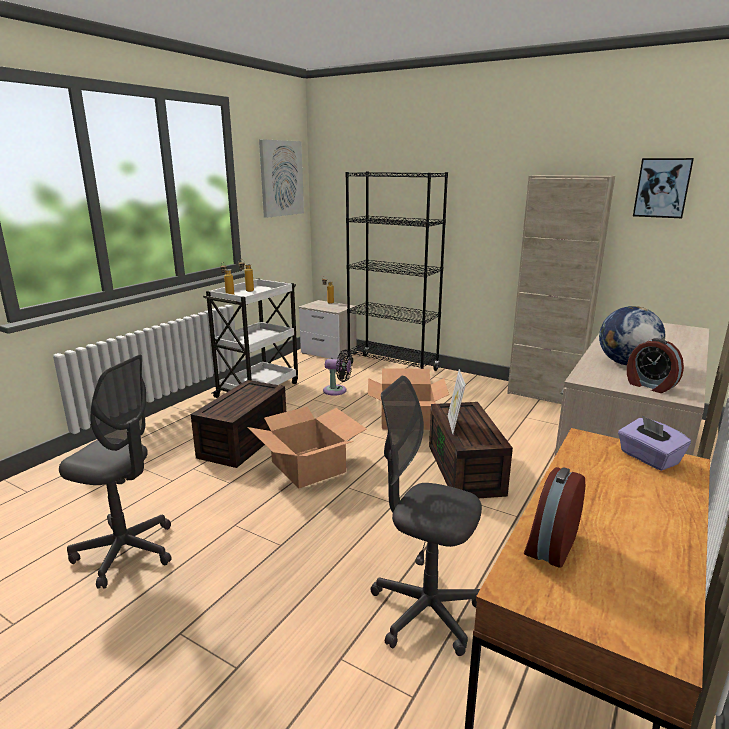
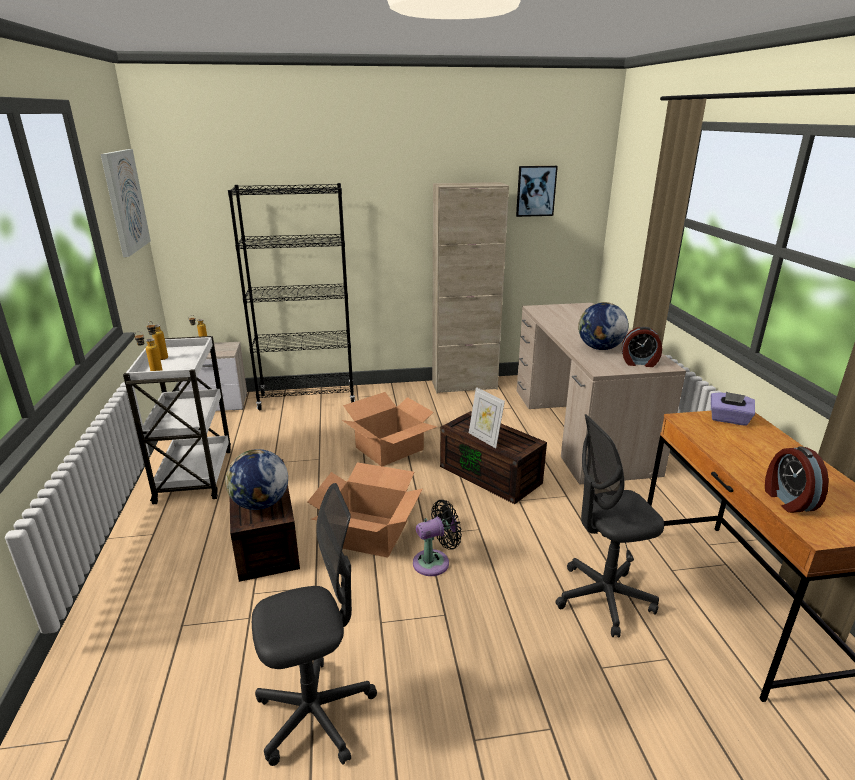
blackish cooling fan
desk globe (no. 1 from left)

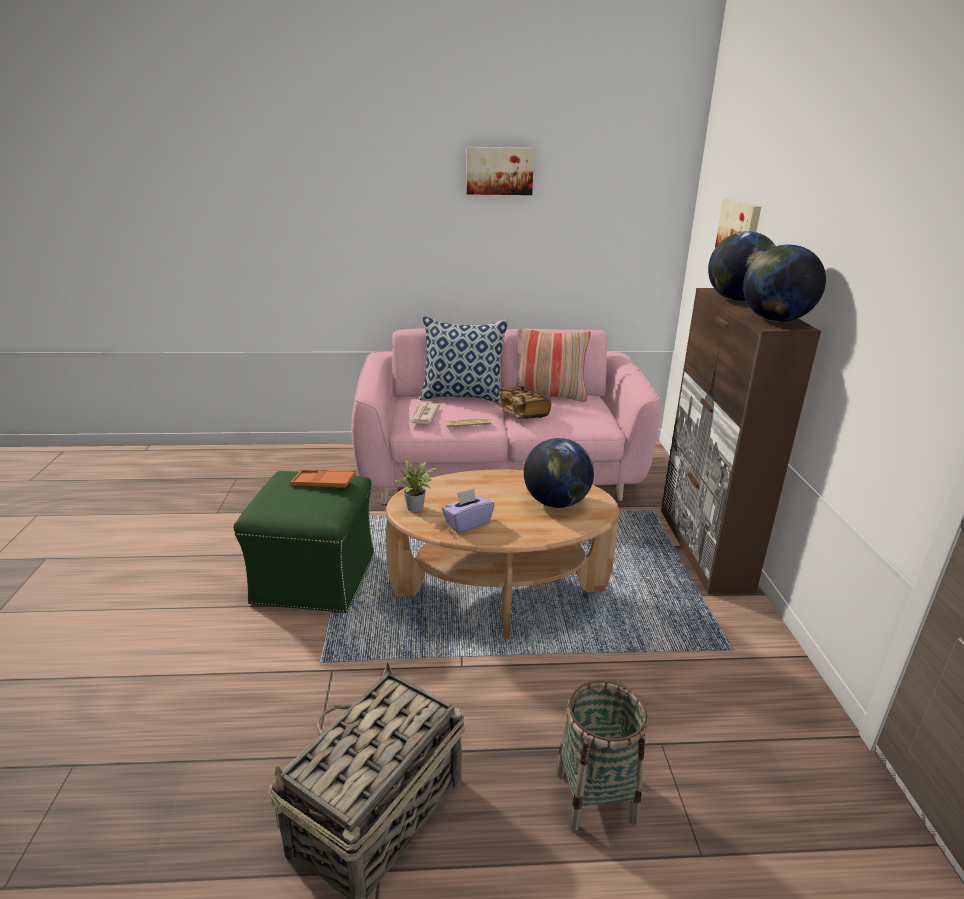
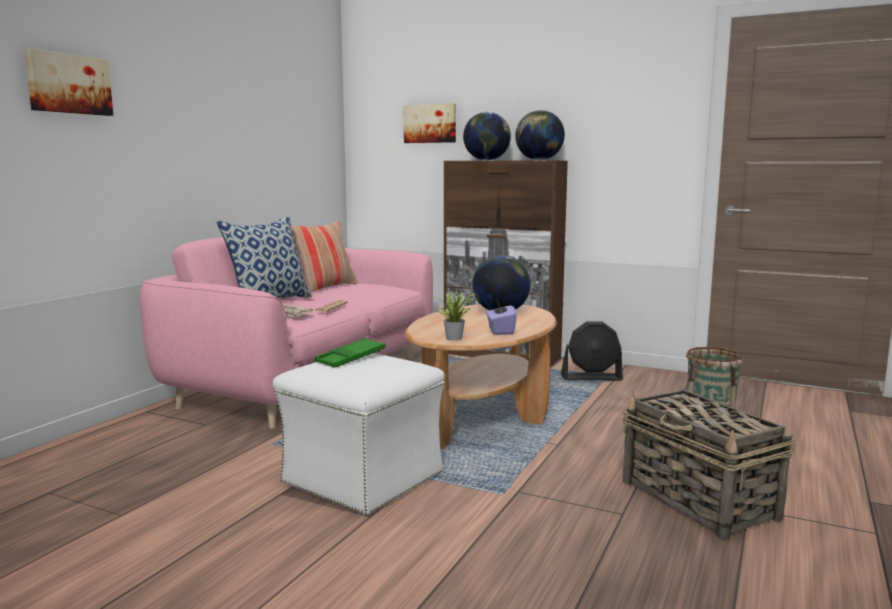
picture (no. 1 from left)
bound book
greenish carrying tray
whitish ottoman
blackish cooling fan

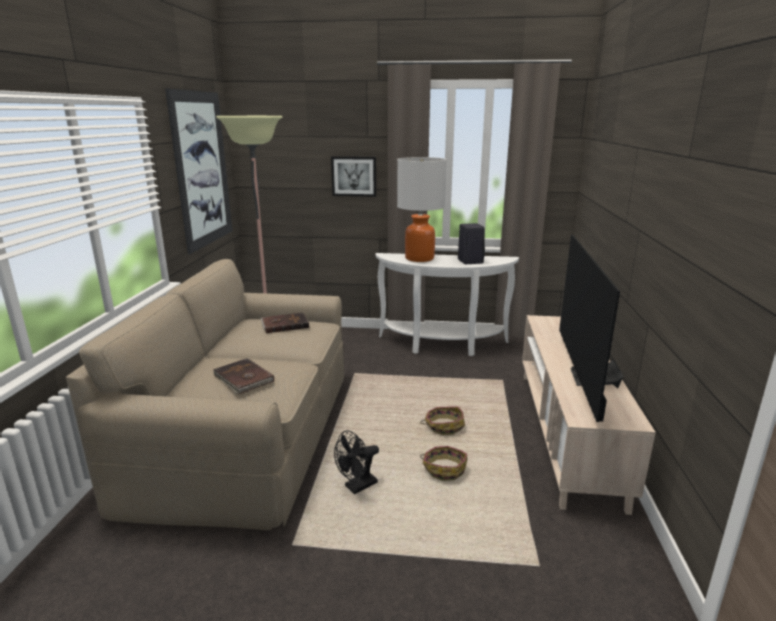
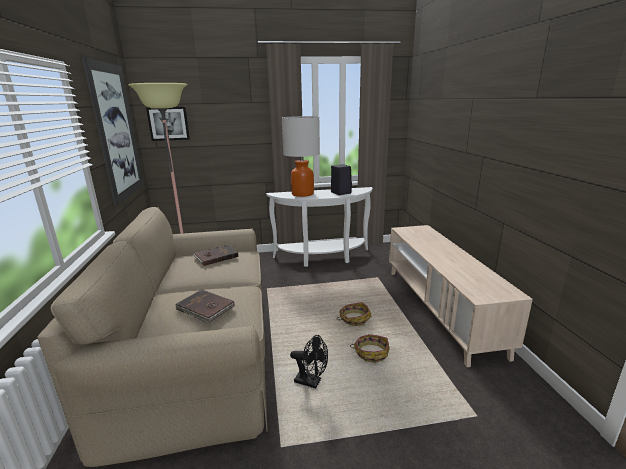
picture (no. 2 from left)
TV set
blackish cooling fan

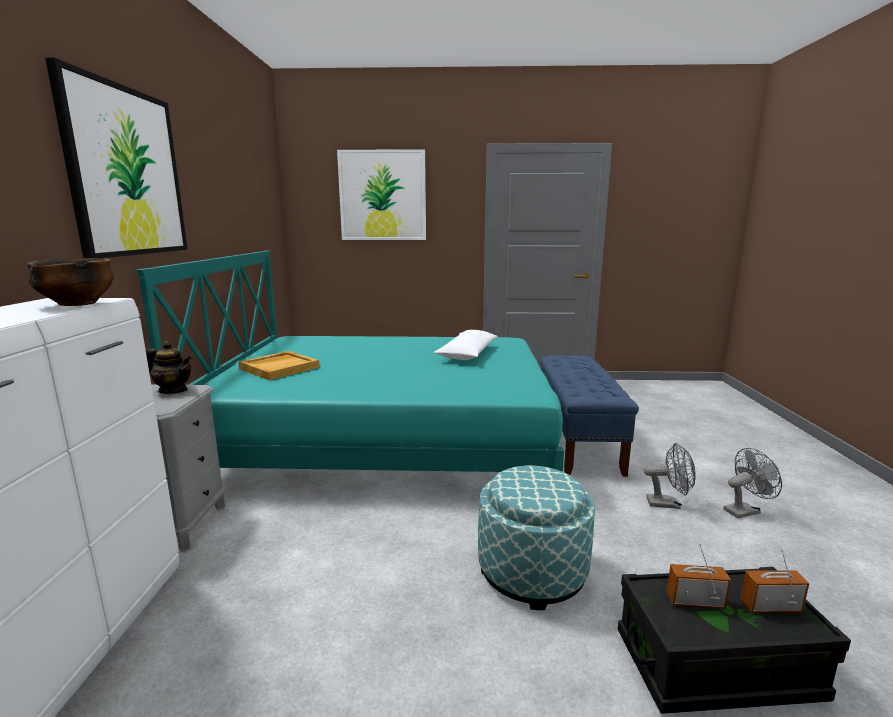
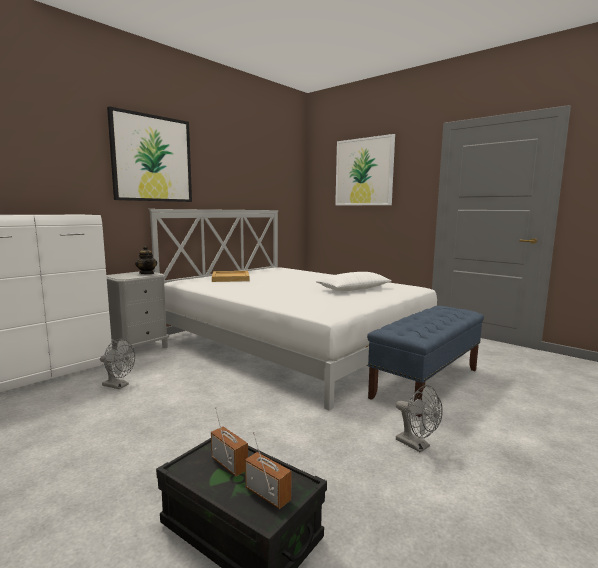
whitish sleeping bed
deep dish
gray cooling fan (no. 1 from left)
ottoman

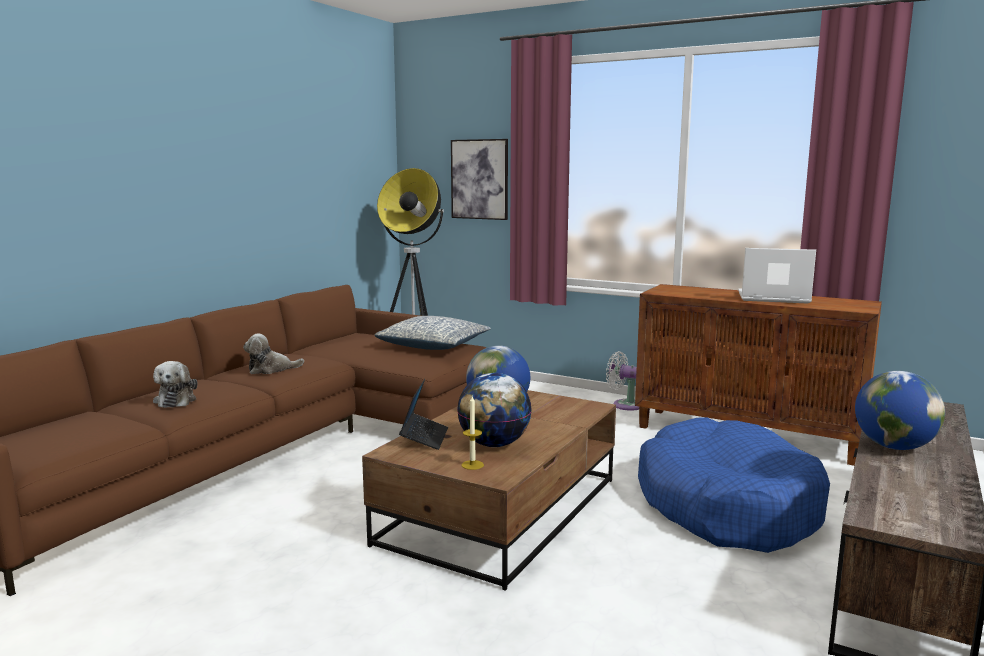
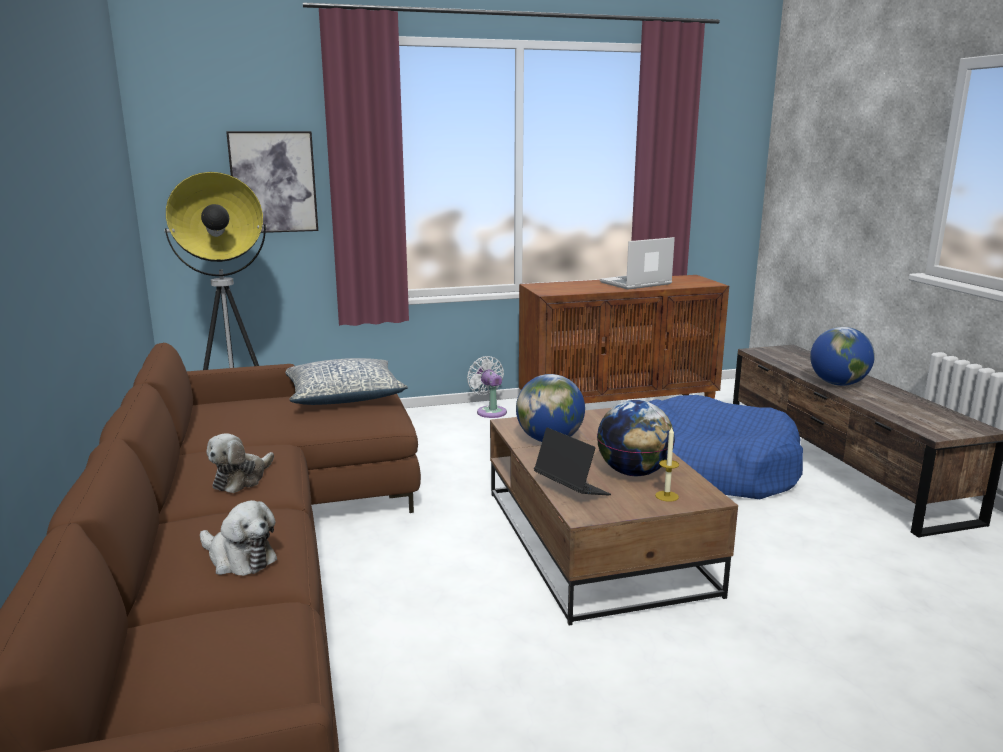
whitish cooling fan

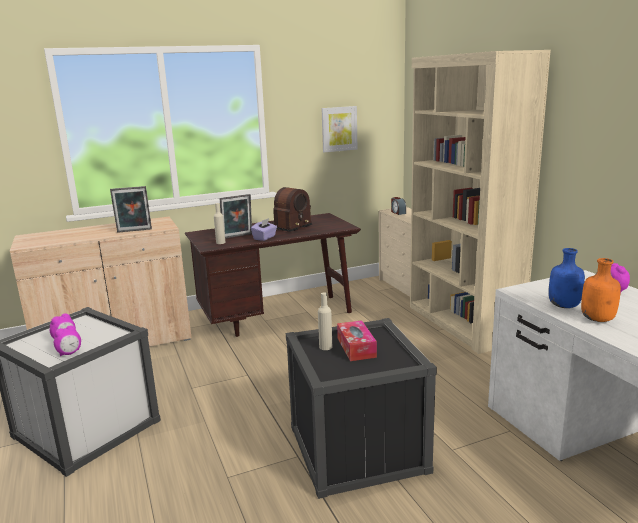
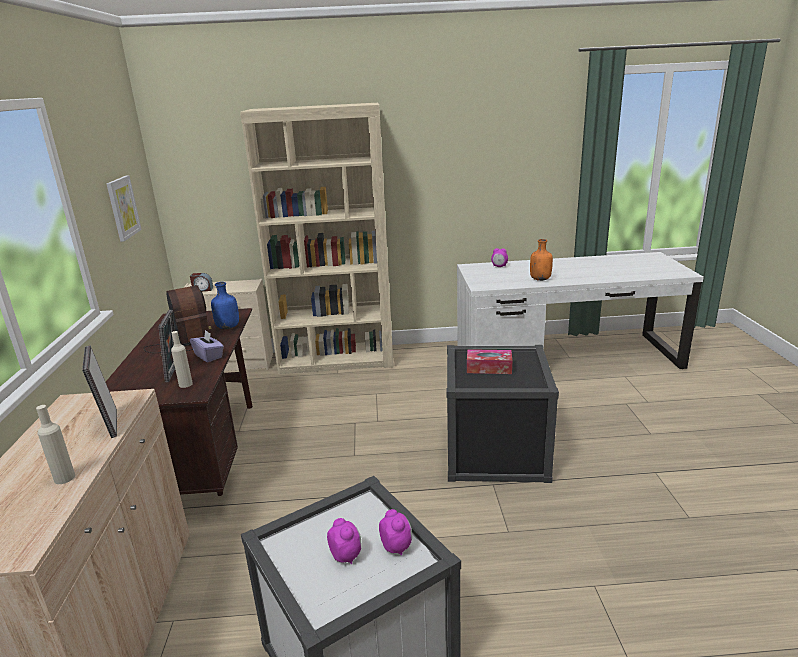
standing frame (no. 1 from left)
bluish bottle
beige bottle (no. 1 from left)

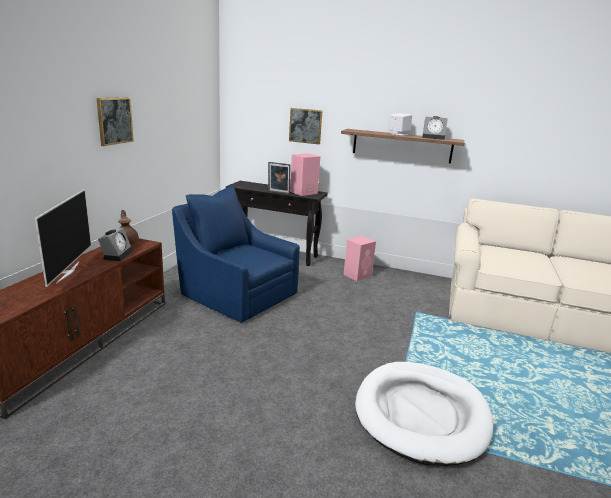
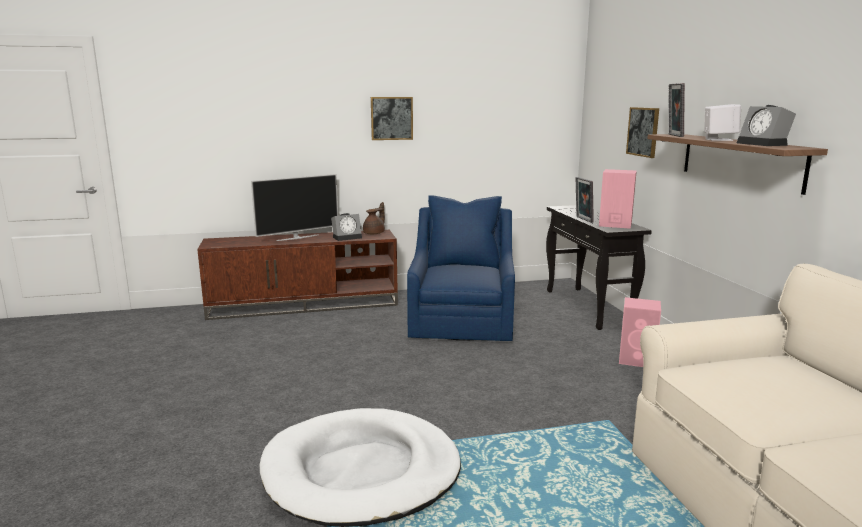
standing frame (no. 2 from left)

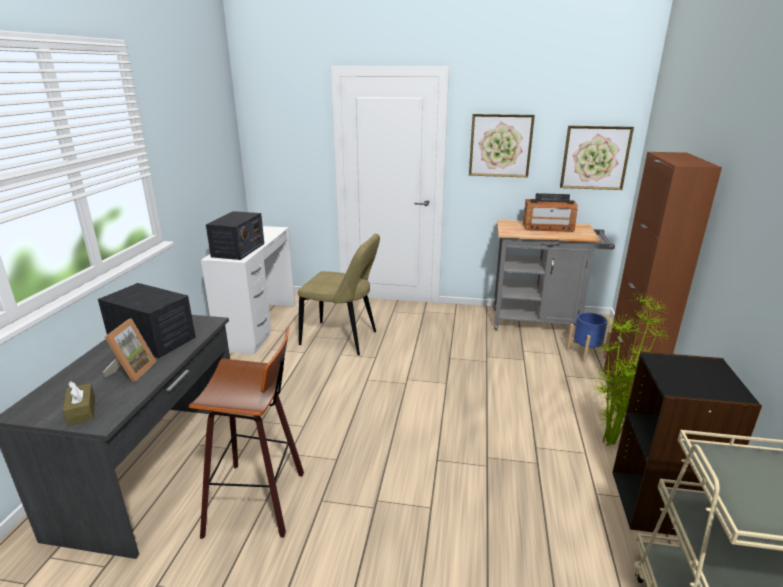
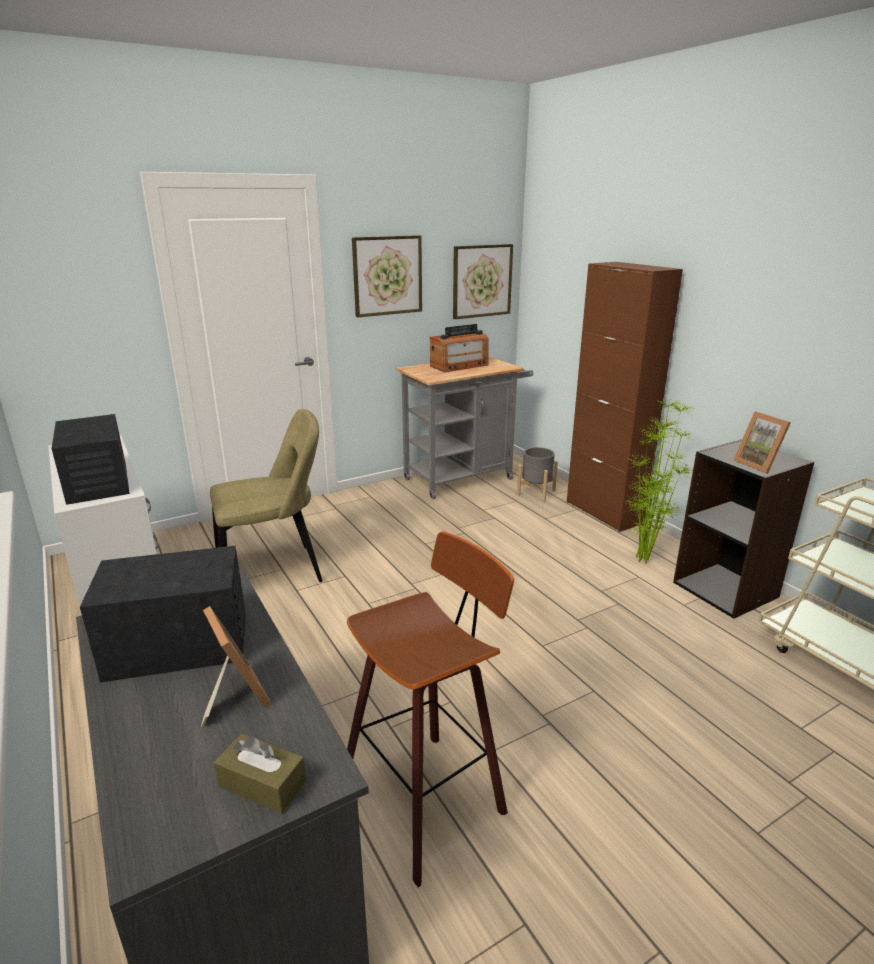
gray flower pot
standing frame (no. 2 from left)

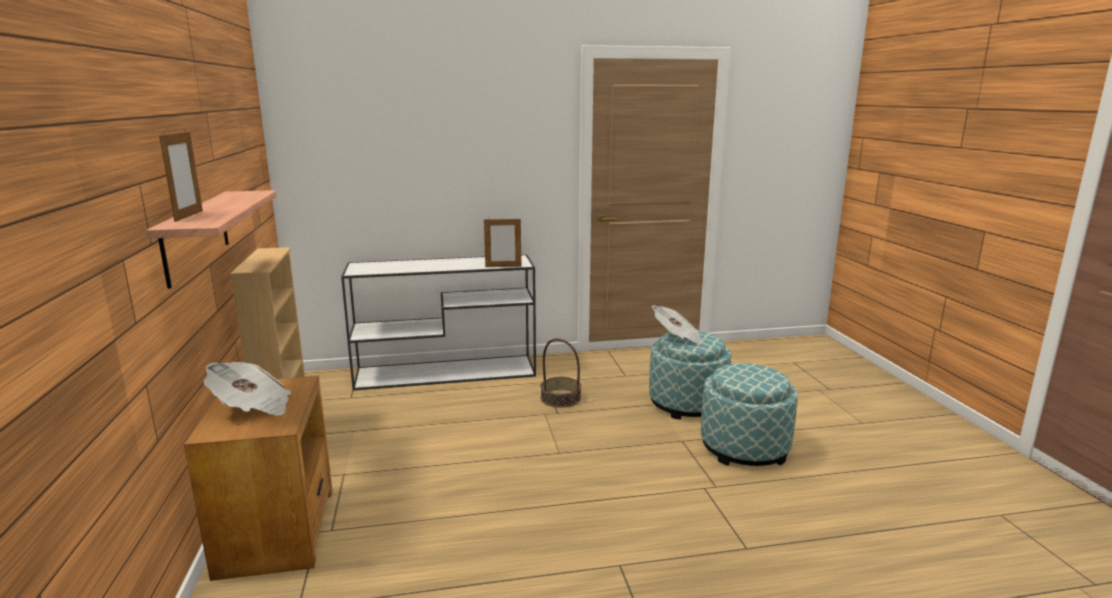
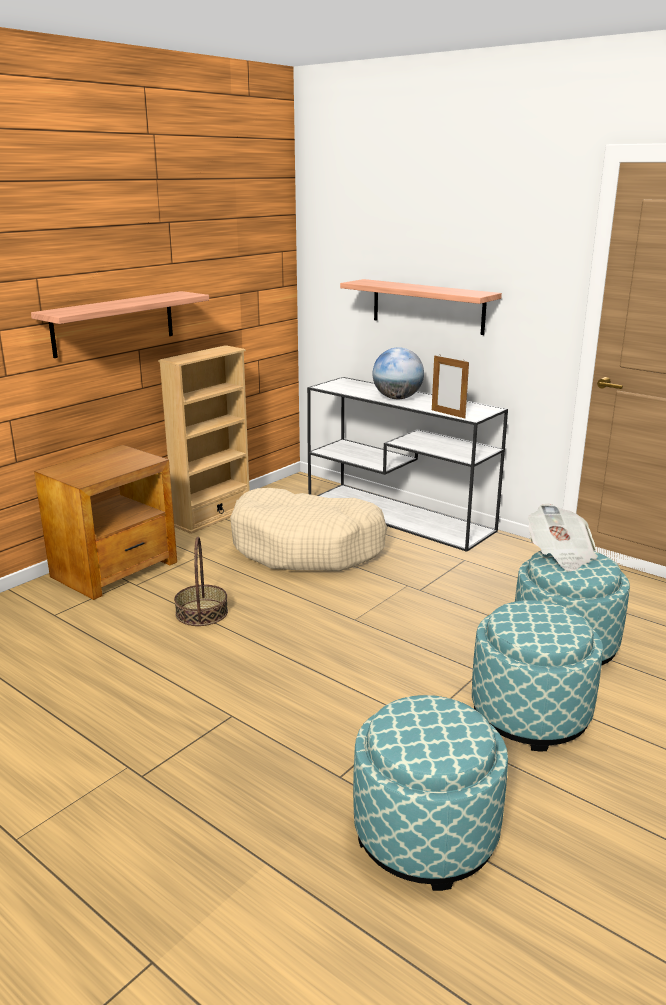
standing frame (no. 1 from left in the first image)
basket
printed paper (no. 1 from left in the first image)
wall shelf (no. 2 from left)
desk globe
beige dog cushion
ottoman (no. 1 from left)

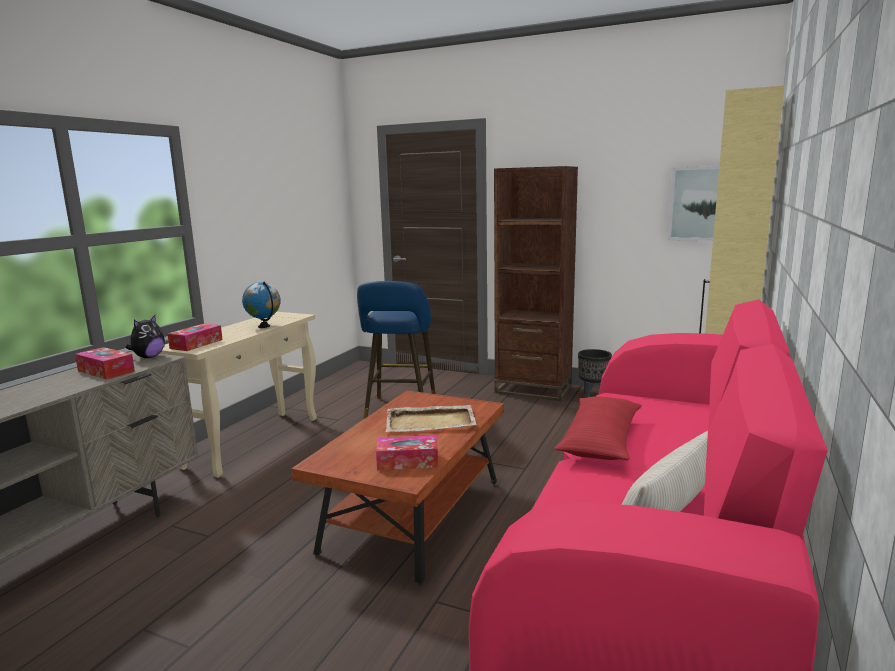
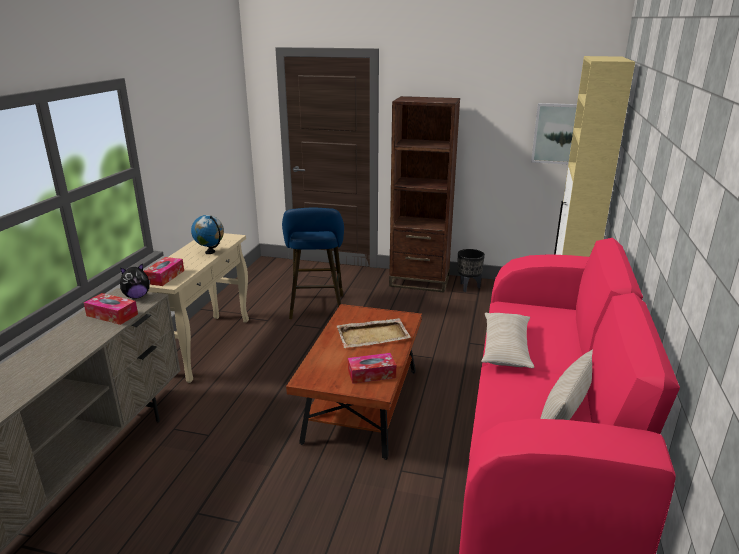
soft toy
beige pillow (no. 1 from left)

